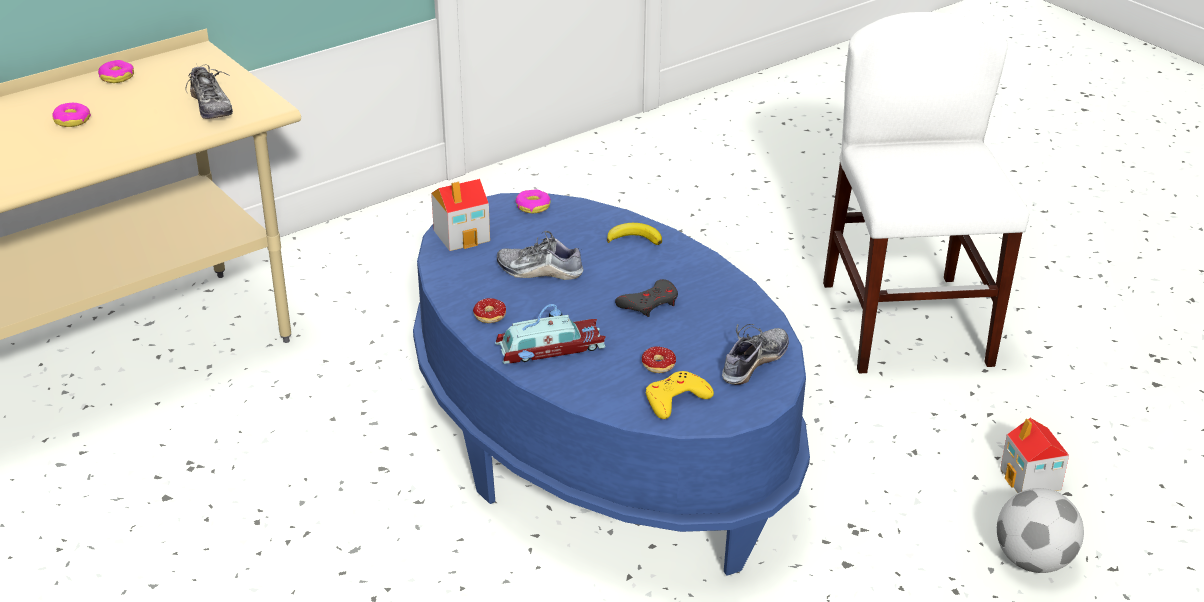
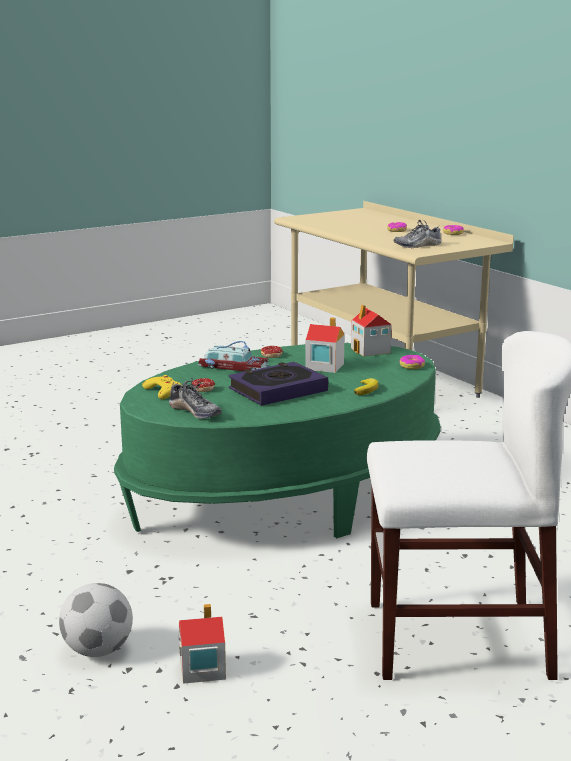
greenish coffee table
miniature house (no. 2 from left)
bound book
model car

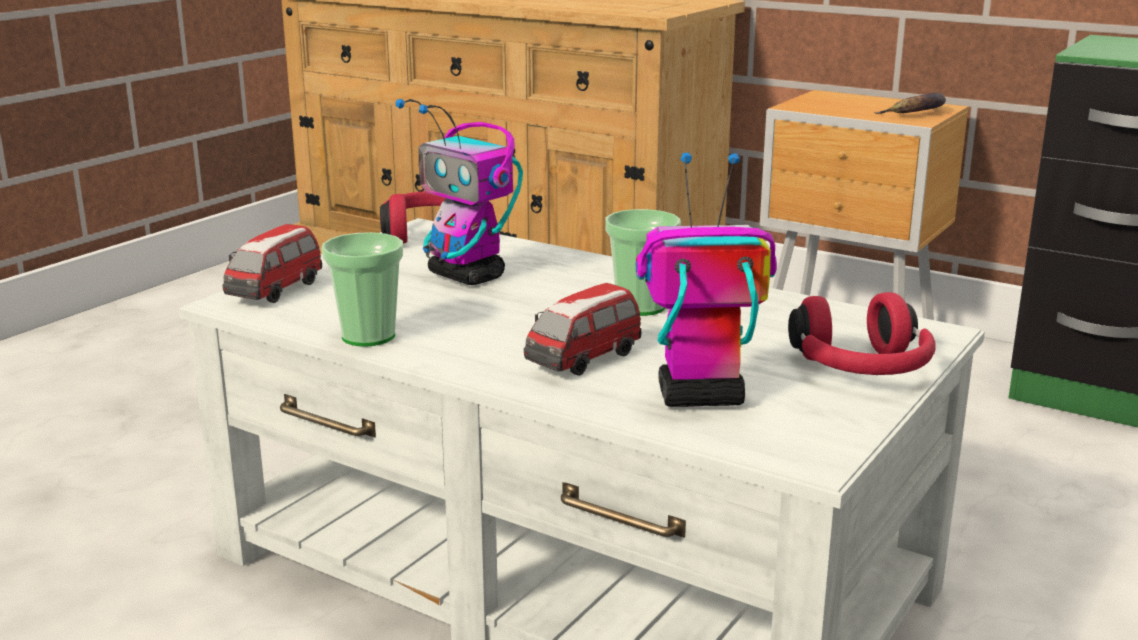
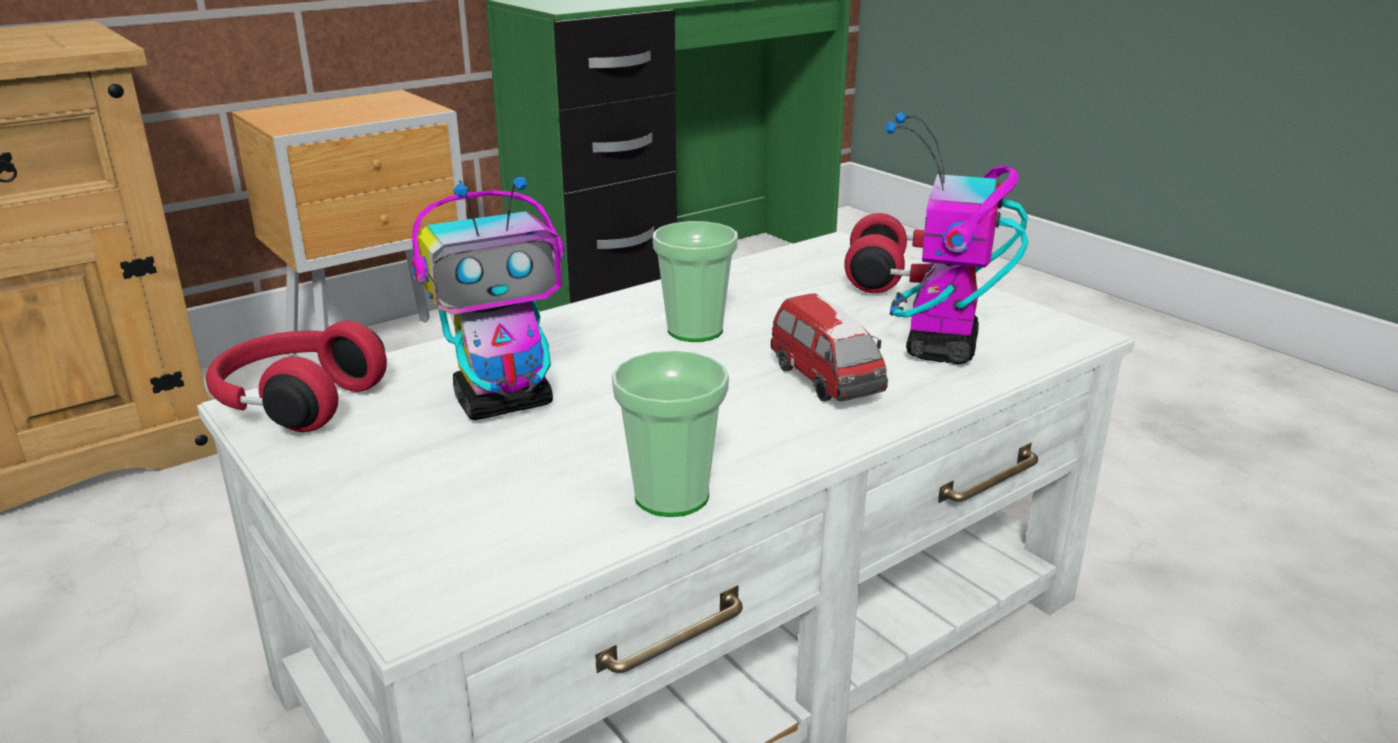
whole banana
model car (no. 1 from left in the first image)

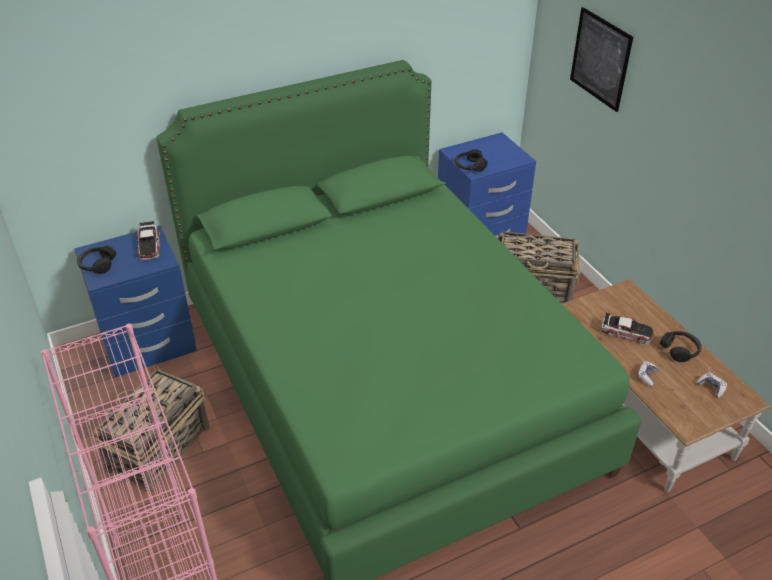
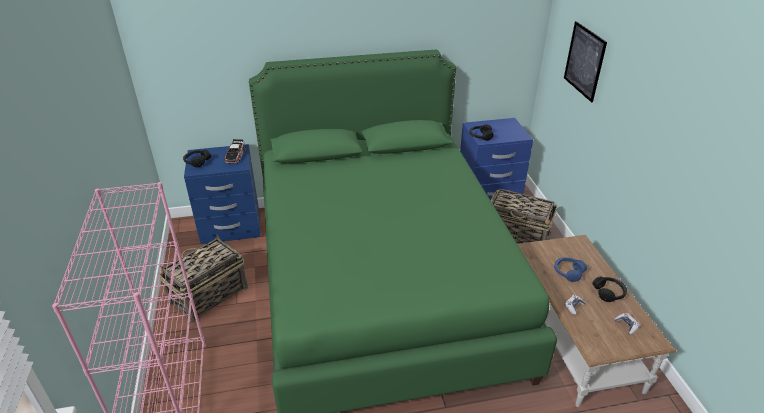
bluish pair of headphones

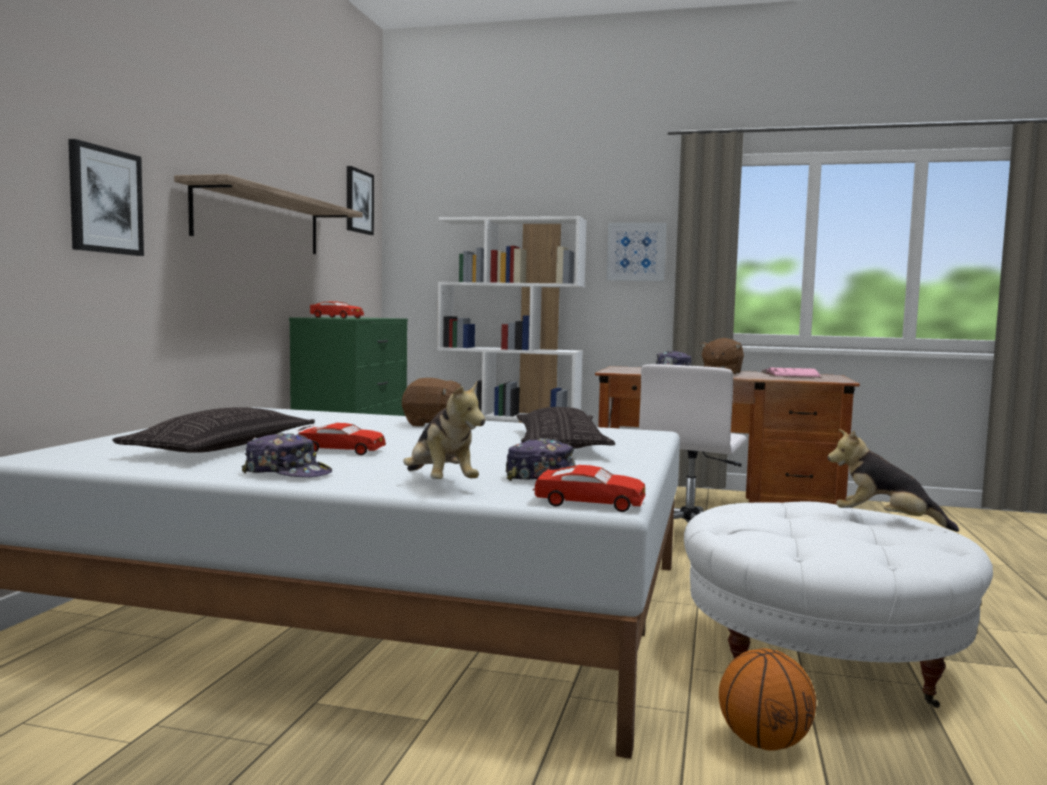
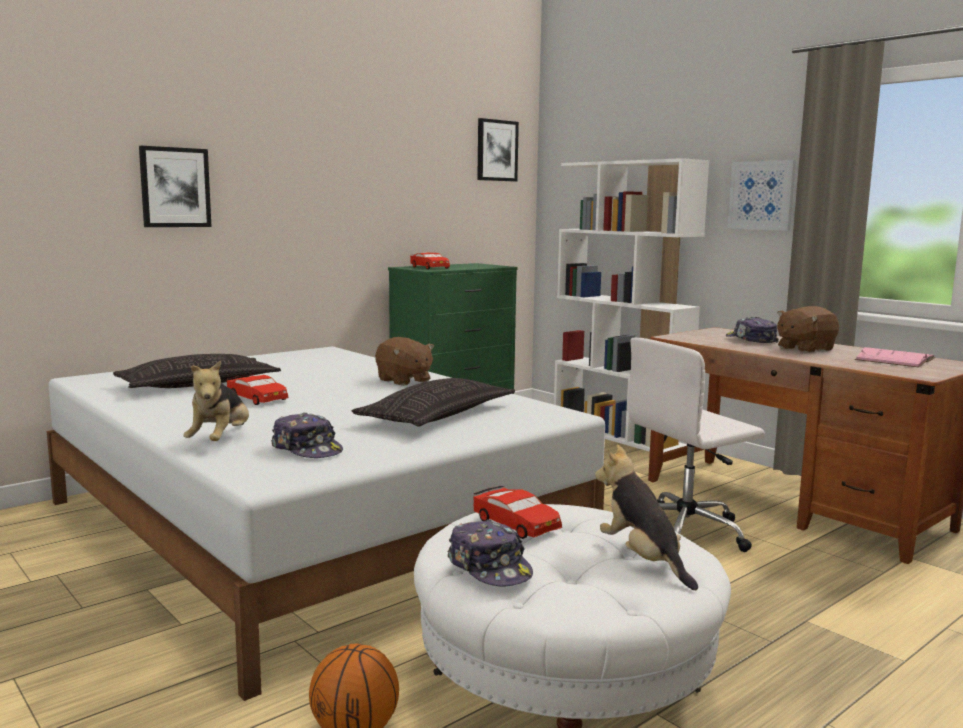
wall shelf
cap (no. 2 from left)
reddish model car (no. 3 from left)

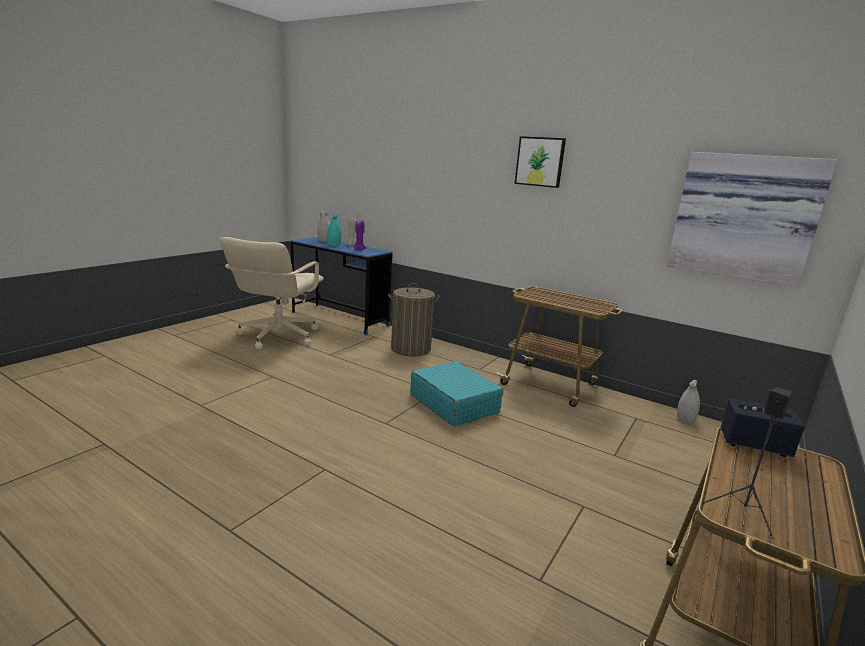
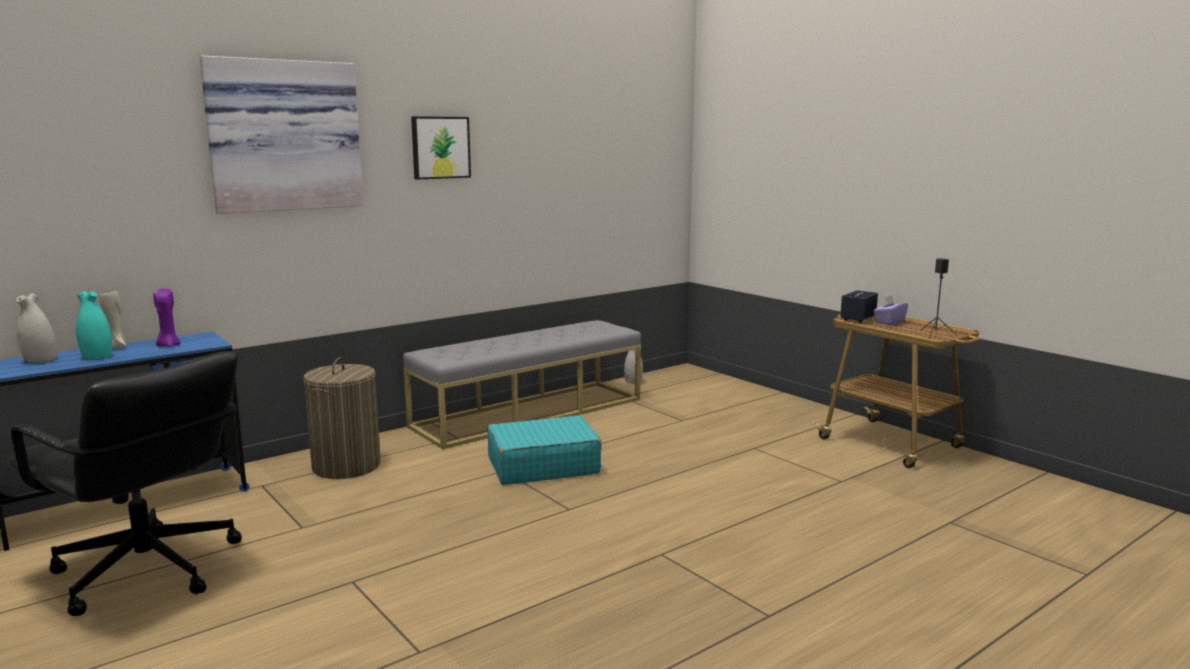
picture (no. 1 from left)
blackish desk chair
gray bench
purplish tissue holder

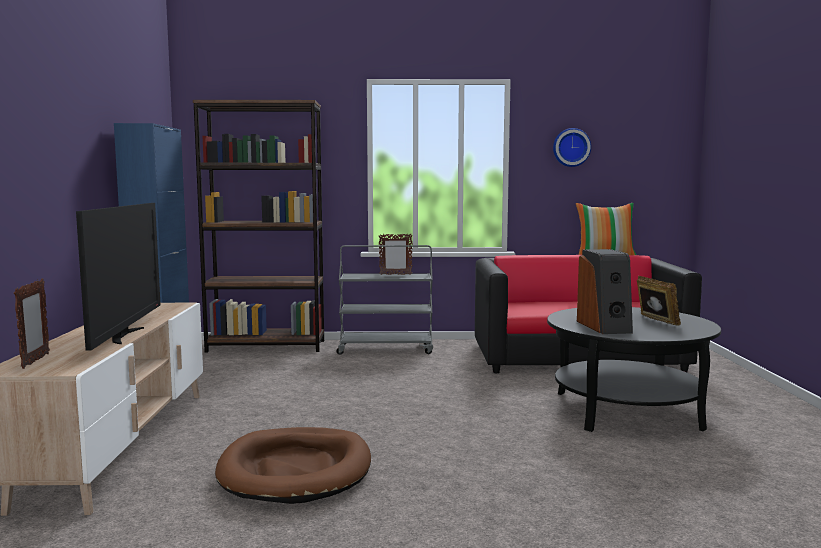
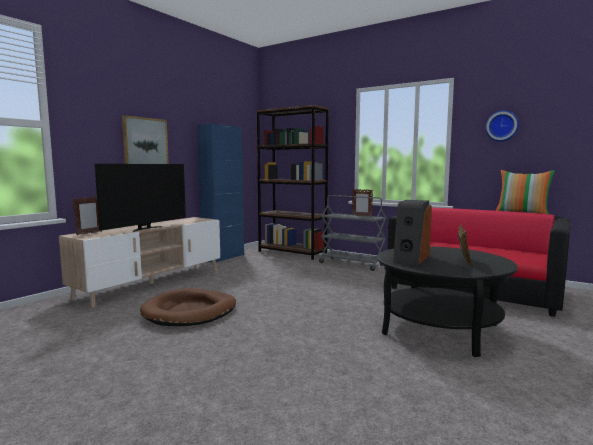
picture

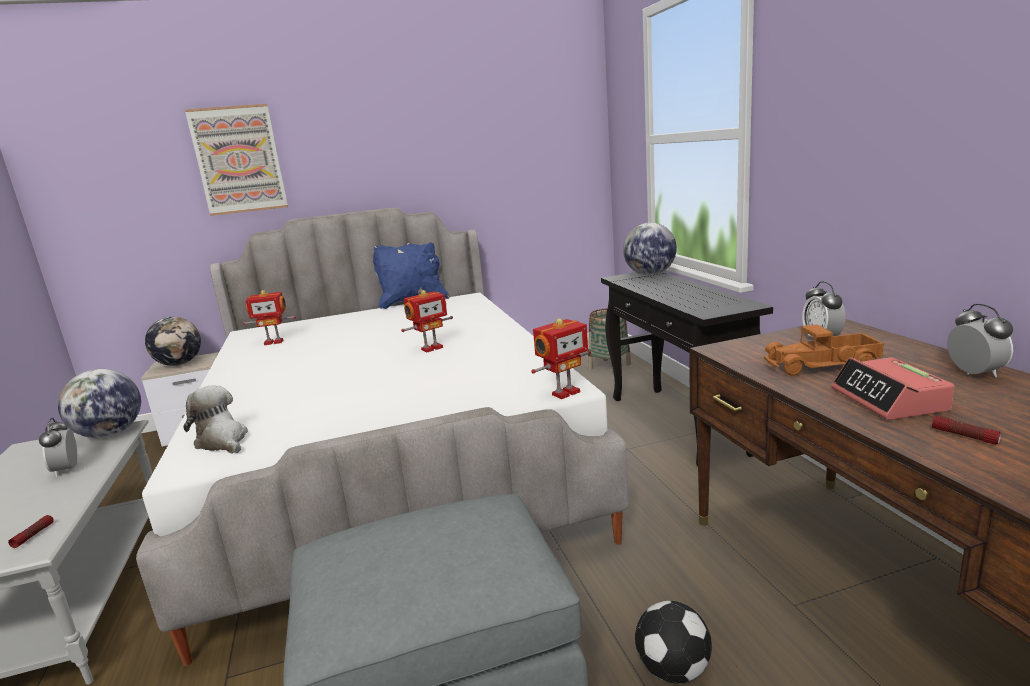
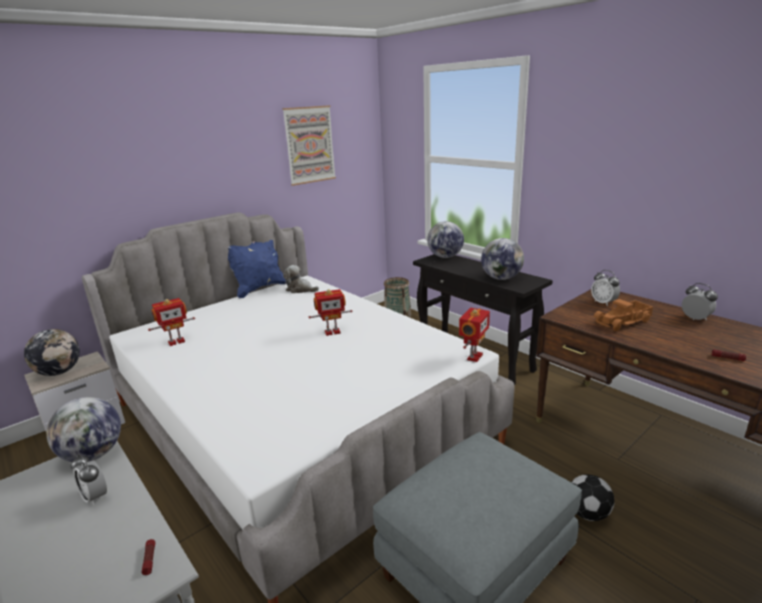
picture
toy robot (no. 2 from left)
alarm clock (no. 3 from left in the first image)
soft toy
desk globe (no. 4 from left)

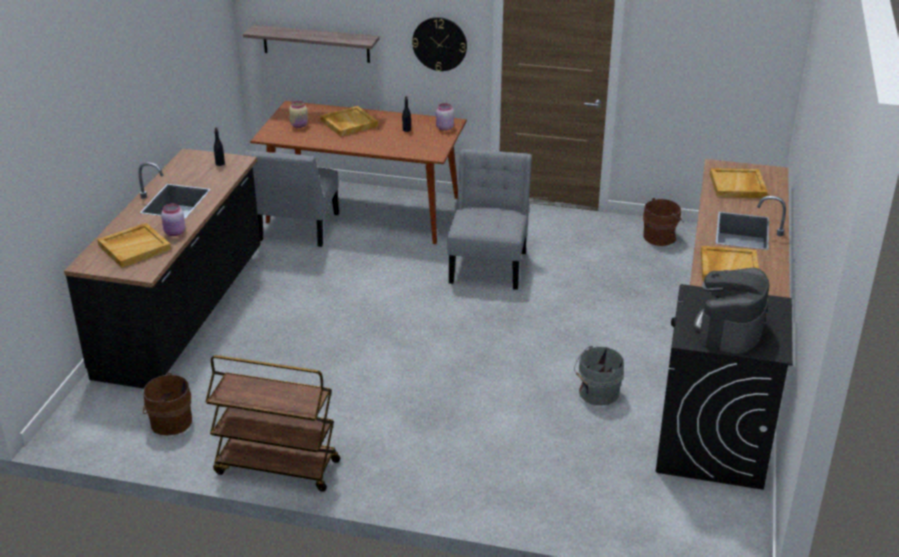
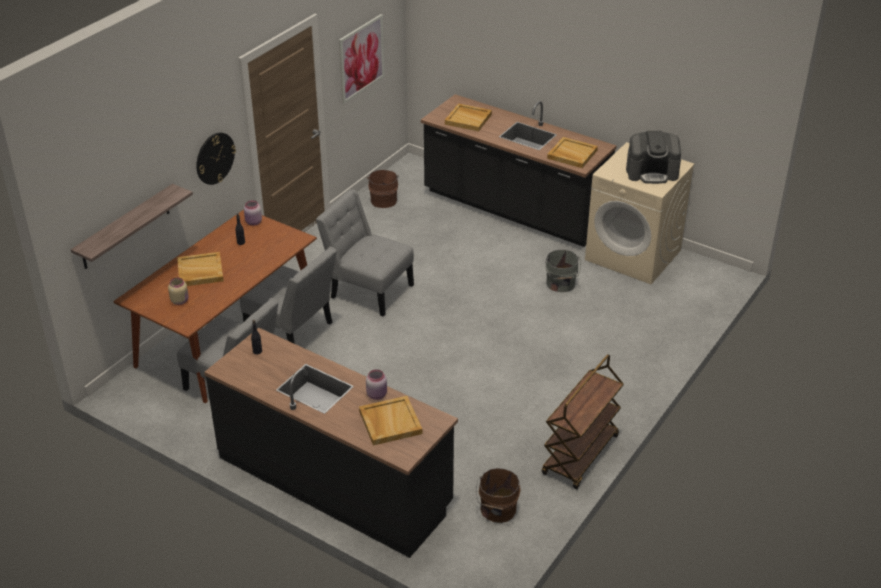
coffee brewer
beige laundry appliance
picture
gray upright chair (no. 2 from left)

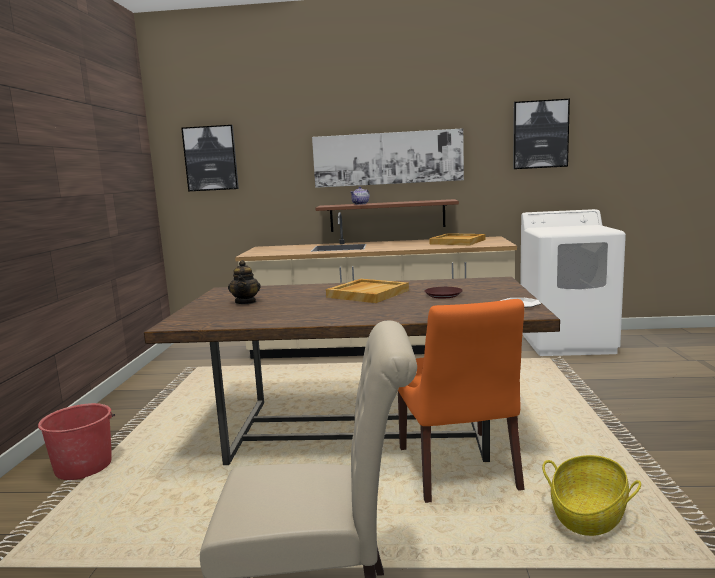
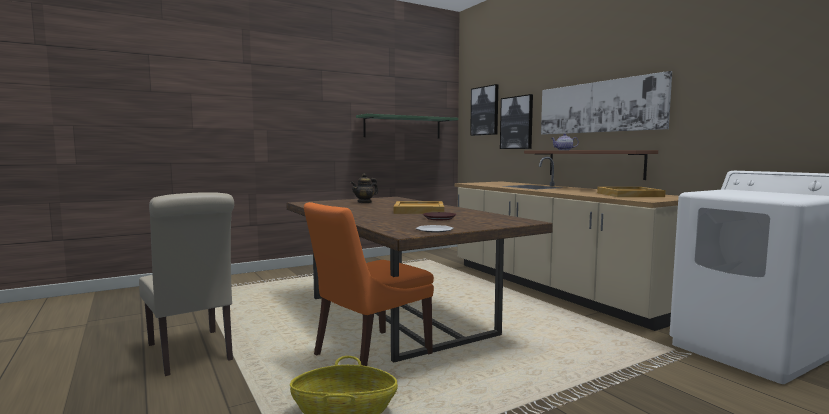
picture (no. 2 from left)
reddish bucket
greenish wall shelf

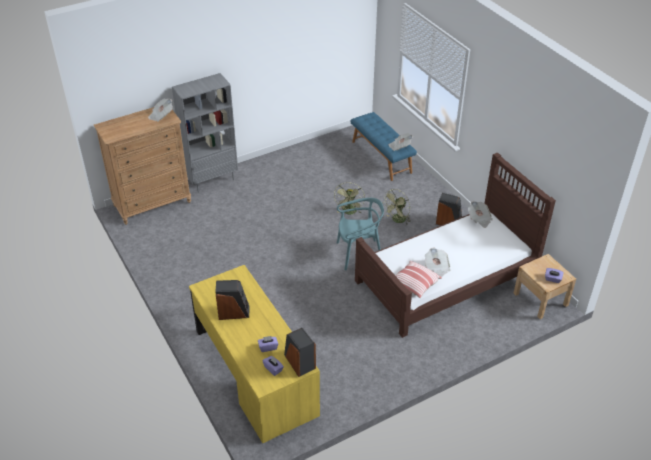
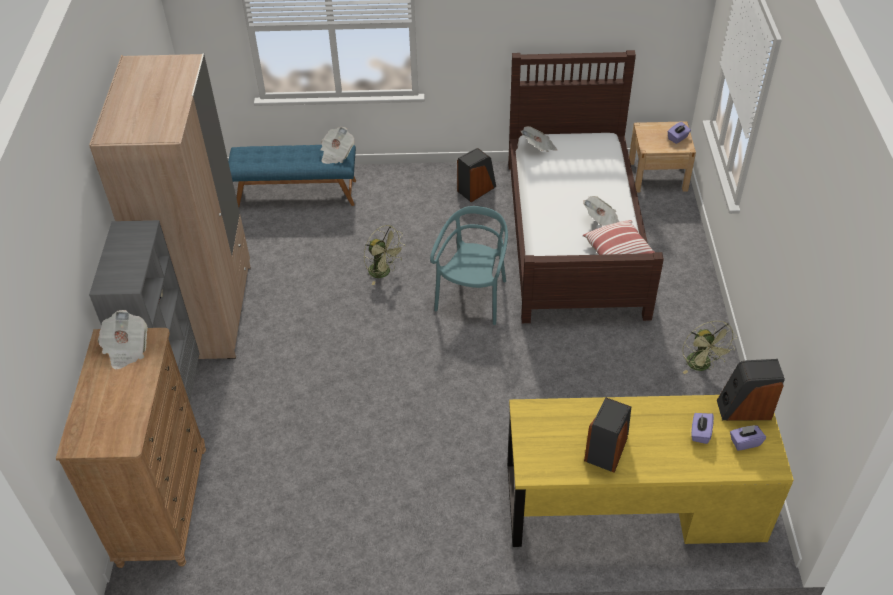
greenish cooling fan (no. 2 from left)
beige wardrobe

